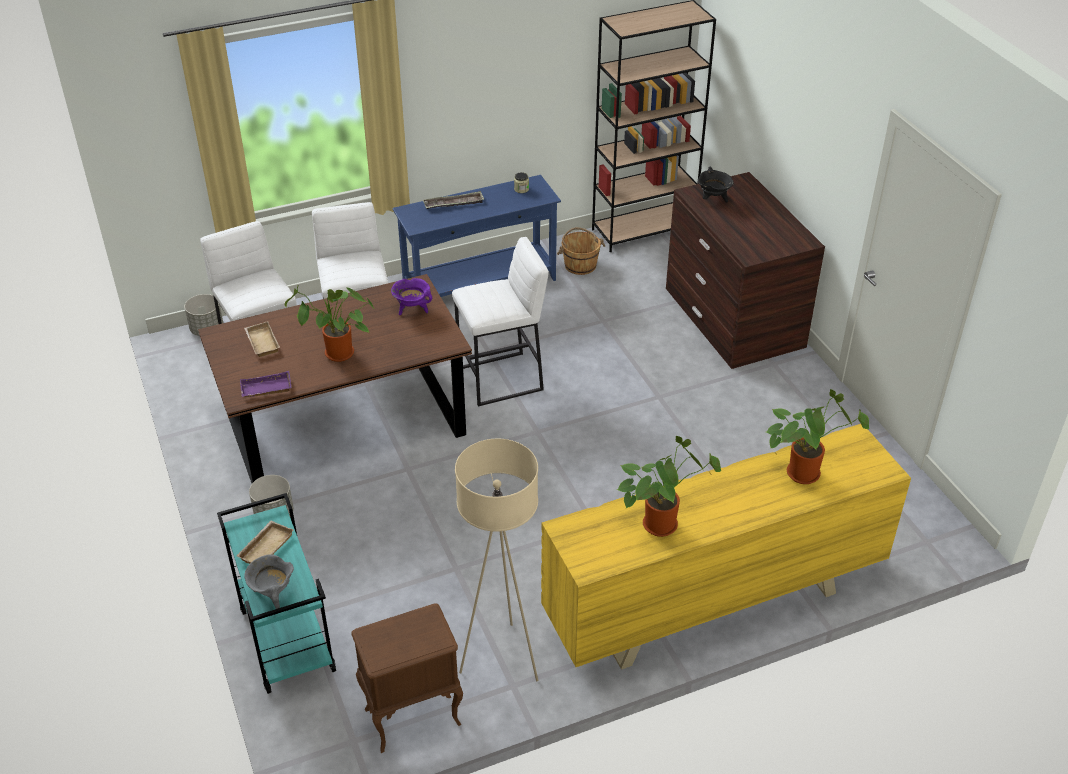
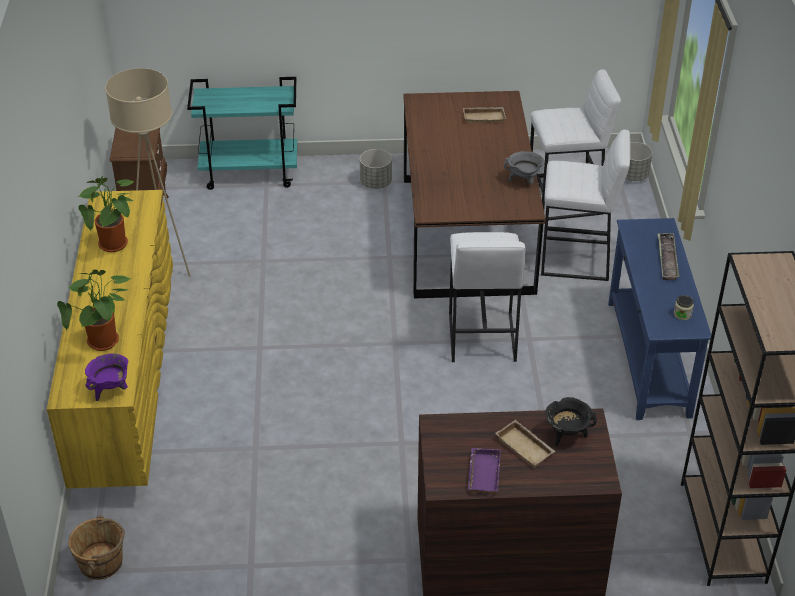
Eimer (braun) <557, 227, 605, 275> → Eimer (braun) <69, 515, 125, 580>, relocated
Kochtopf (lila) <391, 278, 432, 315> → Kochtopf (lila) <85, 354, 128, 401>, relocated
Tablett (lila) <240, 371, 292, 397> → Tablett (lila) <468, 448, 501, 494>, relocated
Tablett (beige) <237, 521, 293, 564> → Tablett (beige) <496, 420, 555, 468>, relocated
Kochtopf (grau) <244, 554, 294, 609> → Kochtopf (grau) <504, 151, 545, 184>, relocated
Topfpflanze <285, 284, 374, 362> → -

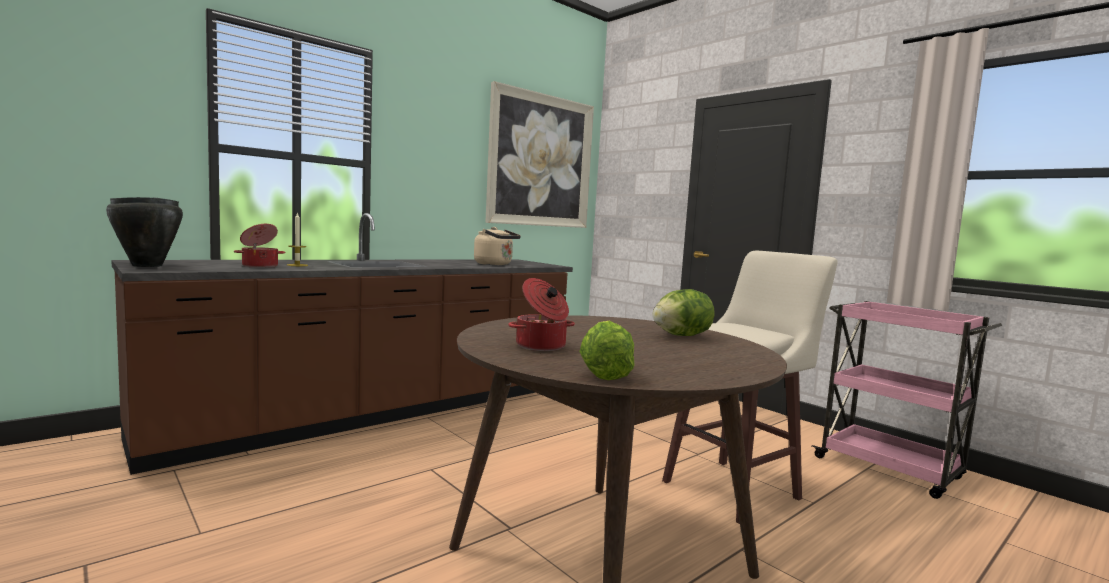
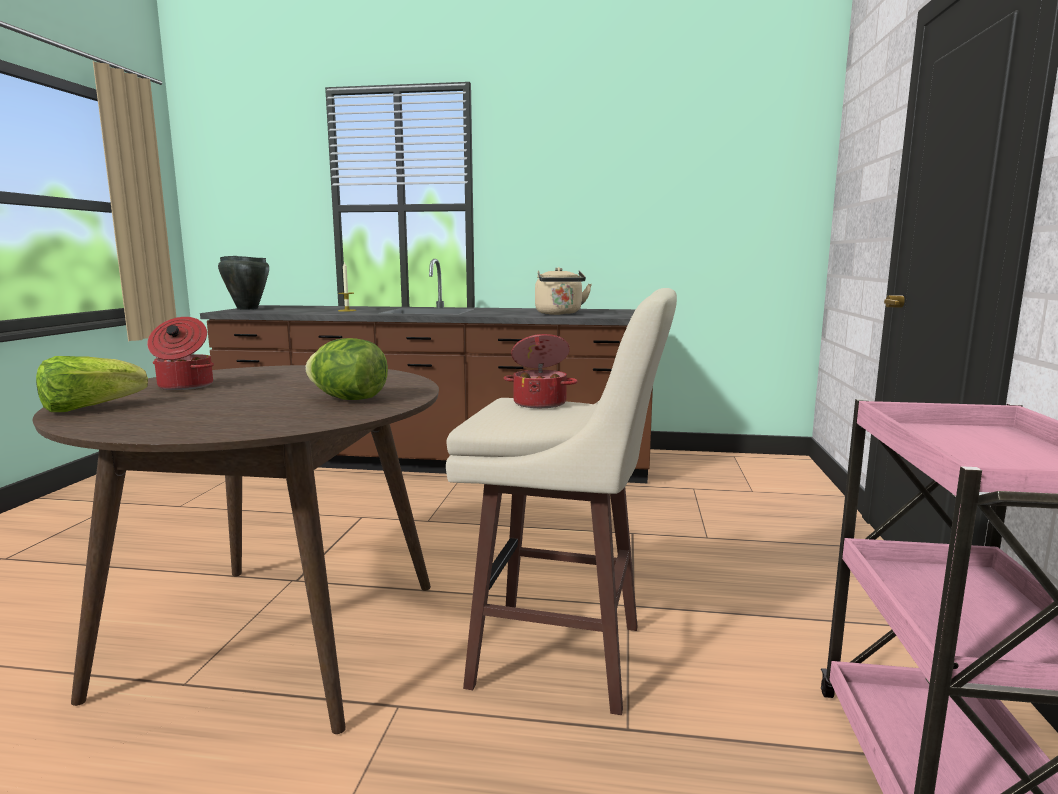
Kochtopf <234, 224, 285, 268> → Kochtopf <504, 334, 578, 408>, relocated
Bild <485, 81, 594, 228> → -

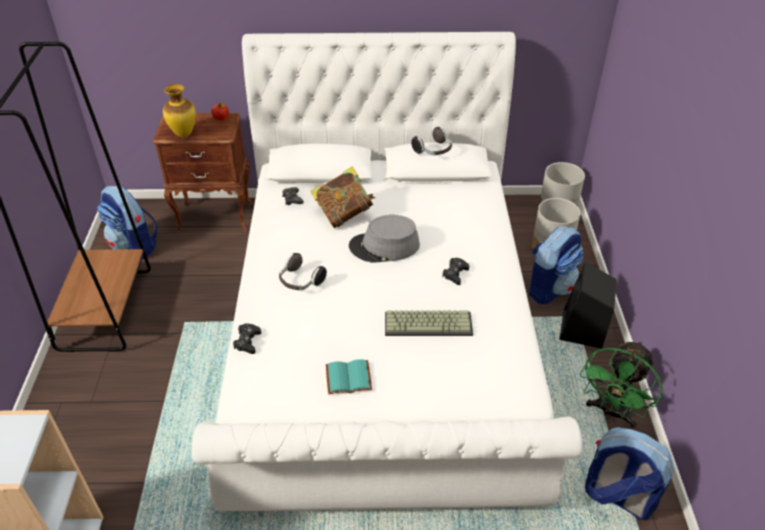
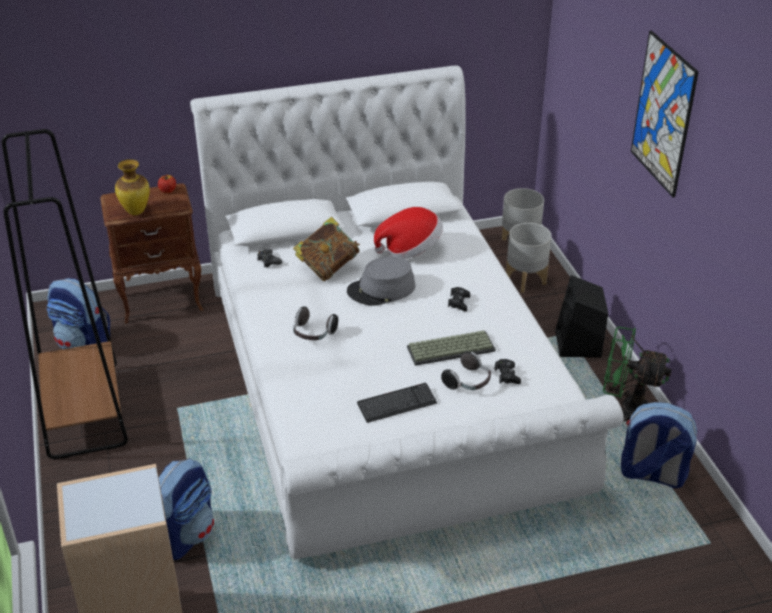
Rucksack <529, 226, 584, 304> → Rucksack <159, 458, 214, 560>, relocated
Buch (türkis) <326, 359, 372, 394> → Tastatur <357, 383, 437, 423>
- → Hut <374, 207, 443, 259>
Kopfhörer <411, 127, 452, 155> → Kopfhörer <441, 351, 491, 390>, relocated
Gamepad (schwarz) <233, 323, 261, 354> → Gamepad (schwarz) <495, 359, 521, 384>, relocated
Ventilator (grün) <580, 341, 663, 428> → Ventilator (grün) <603, 326, 672, 422>, 90 degrees clockwise
- → Bild <631, 31, 699, 198>

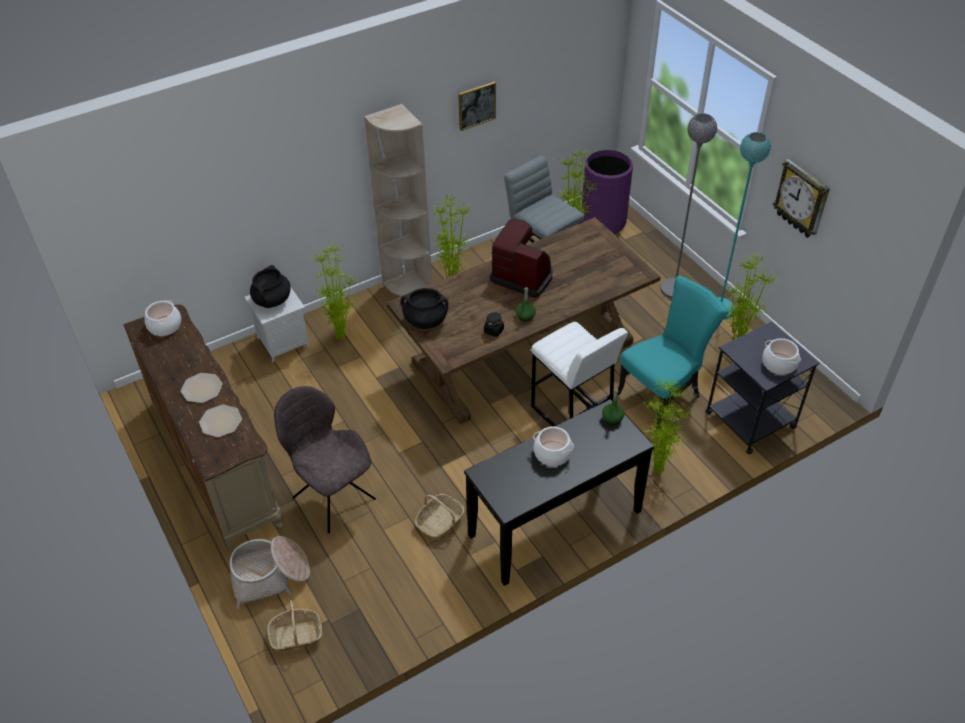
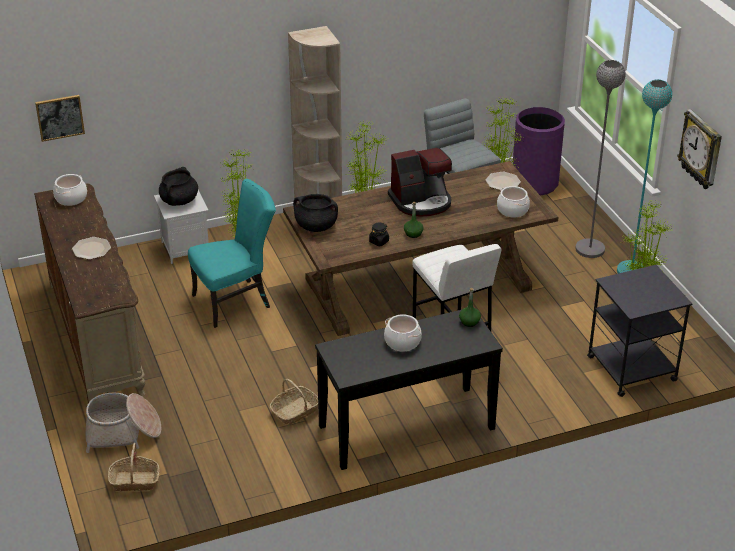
Bild <458, 81, 496, 131> → Bild <35, 95, 85, 142>, relocated
Stuhl (türkis) <617, 276, 729, 429> → Stuhl (türkis) <188, 179, 276, 328>, relocated
Kaffeemaschine <490, 219, 553, 298> → Kaffeemaschine <388, 147, 452, 217>, 120 degrees clockwise
Teller <199, 405, 242, 437> → Teller <485, 172, 521, 190>, relocated
Kochtopf <762, 338, 801, 375> → Kochtopf <497, 186, 530, 218>, relocated
Stuhl (grau) <274, 386, 376, 533> → -
Topfpflanze <642, 378, 690, 474> → -

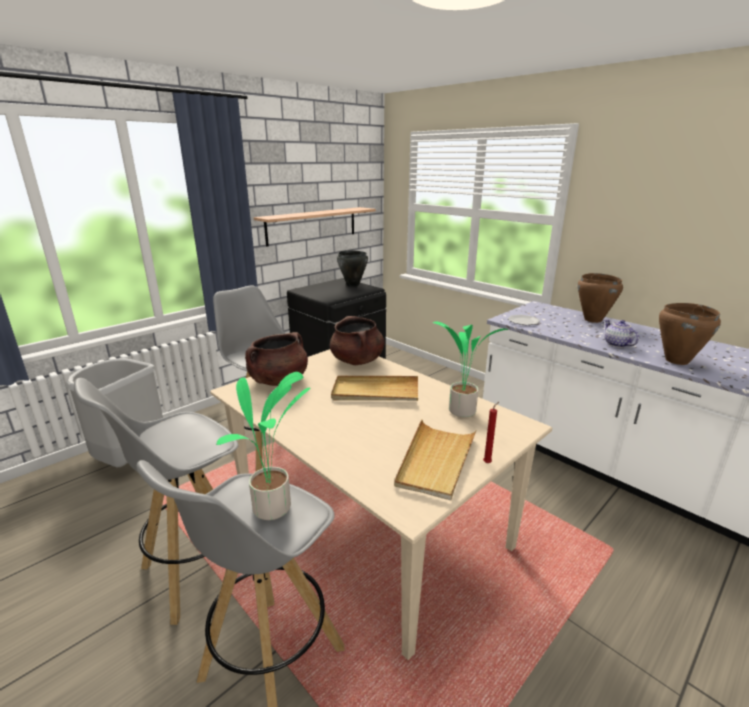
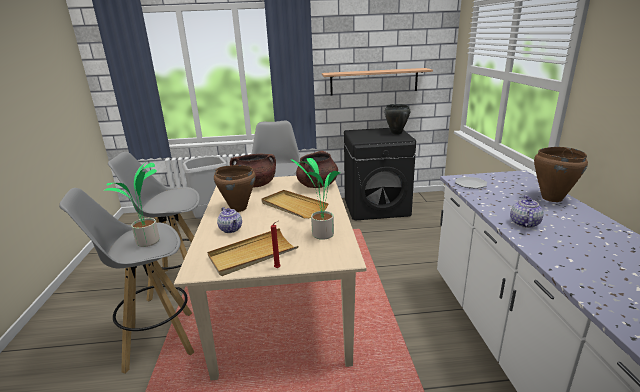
Kochtopf (braun) <659, 303, 721, 365> → Kochtopf (braun) <214, 165, 256, 212>, relocated
- → Teekanne <217, 207, 242, 233>

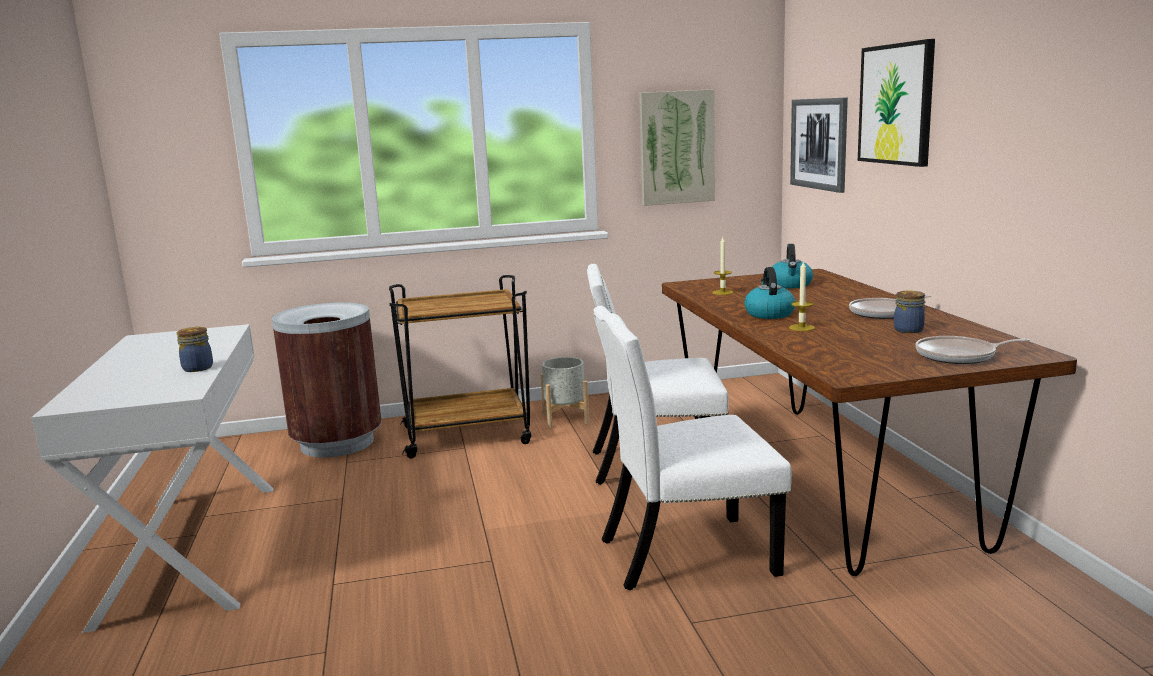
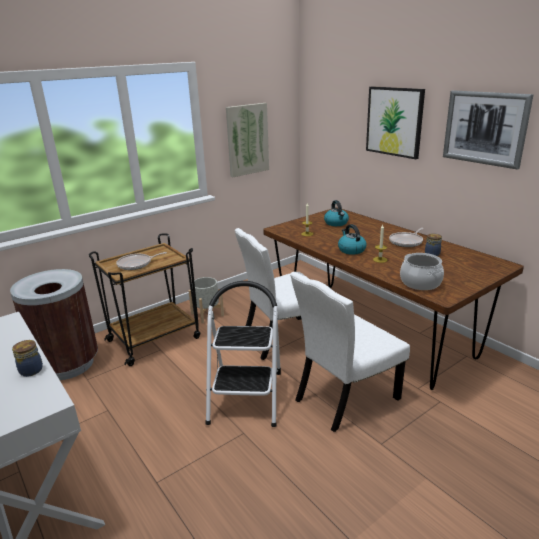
Pfanne <915, 336, 1030, 364> → Pfanne <116, 252, 167, 270>, relocated
- → Trittleiter <206, 281, 281, 427>
- → Kochtopf <400, 253, 444, 290>
Bild <790, 98, 848, 193> → Bild <443, 90, 534, 170>, relocated

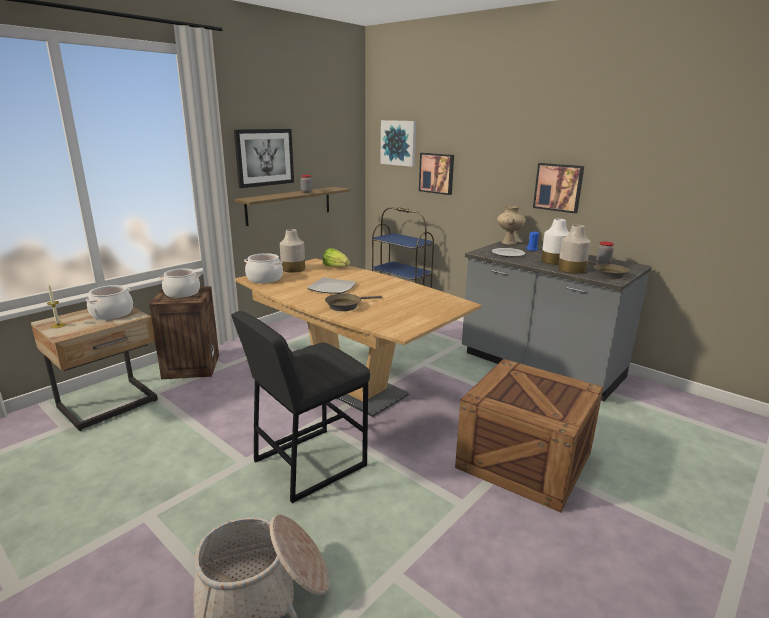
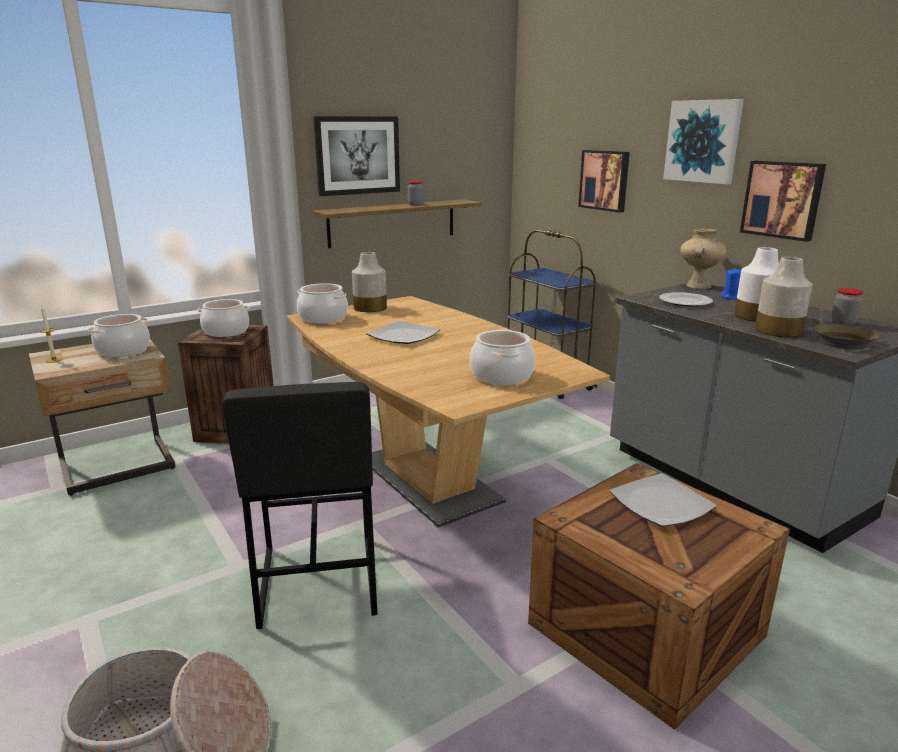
Stuhl (schwarz) <231, 311, 370, 503> → Stuhl (schwarz) <222, 382, 377, 629>, 75 degrees counterclockwise
- → Kochtopf <470, 330, 535, 385>
- → Teller <610, 473, 717, 527>
Bild <380, 120, 416, 167> → Bild <663, 99, 744, 184>, relocated
Salatkopf <323, 248, 350, 267> → -
Pfanne (braun) <325, 294, 382, 311> → -

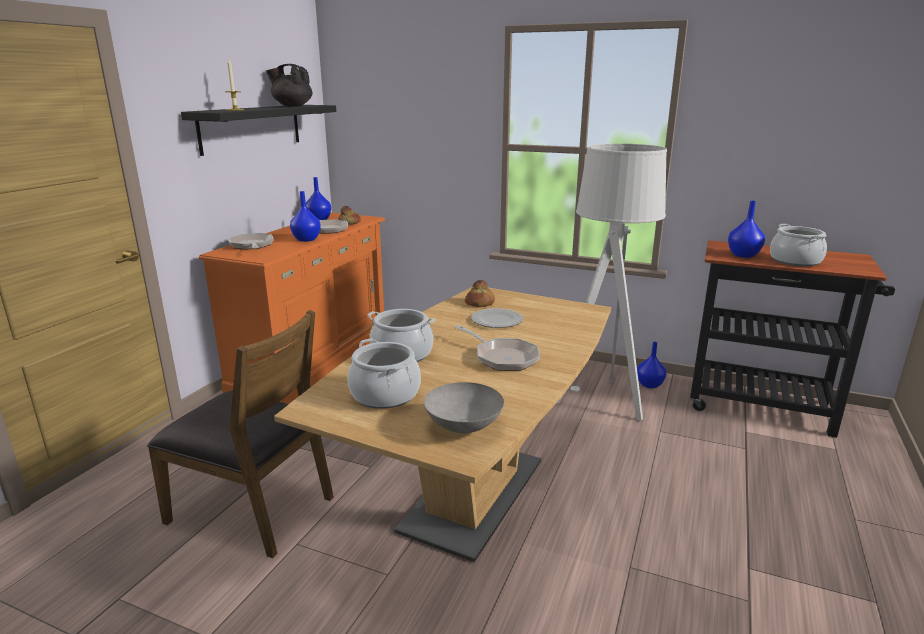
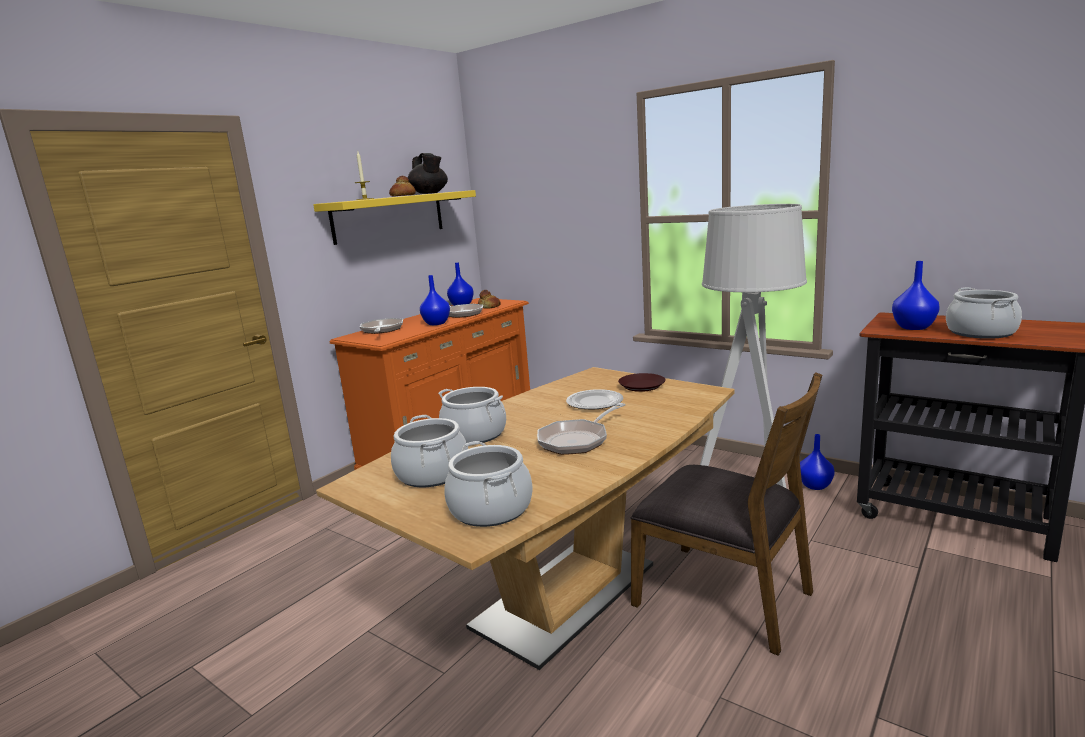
Wandregal (schwarz) <181, 105, 336, 156> → Wandregal (gelb) <313, 190, 476, 245>
Brot <465, 280, 495, 307> → Brot <389, 176, 416, 197>, relocated
Teekanne (schwarz) <266, 64, 312, 107> → Teekanne (schwarz) <408, 153, 448, 194>, 150 degrees counterclockwise
Schüssel (grau) <424, 382, 504, 434> → Kochtopf <444, 441, 533, 527>
Pfanne <454, 325, 540, 371> → Pfanne <537, 403, 626, 455>, 75 degrees clockwise
- → Teller (braun) <618, 373, 666, 392>
Stuhl (braun) <147, 310, 334, 558> → Stuhl (braun) <630, 372, 822, 656>, relocated

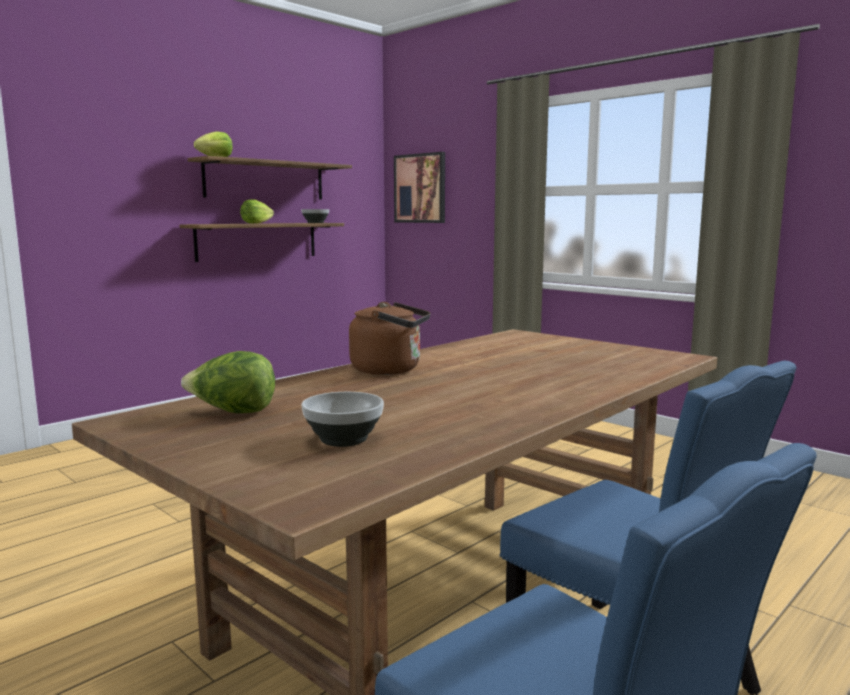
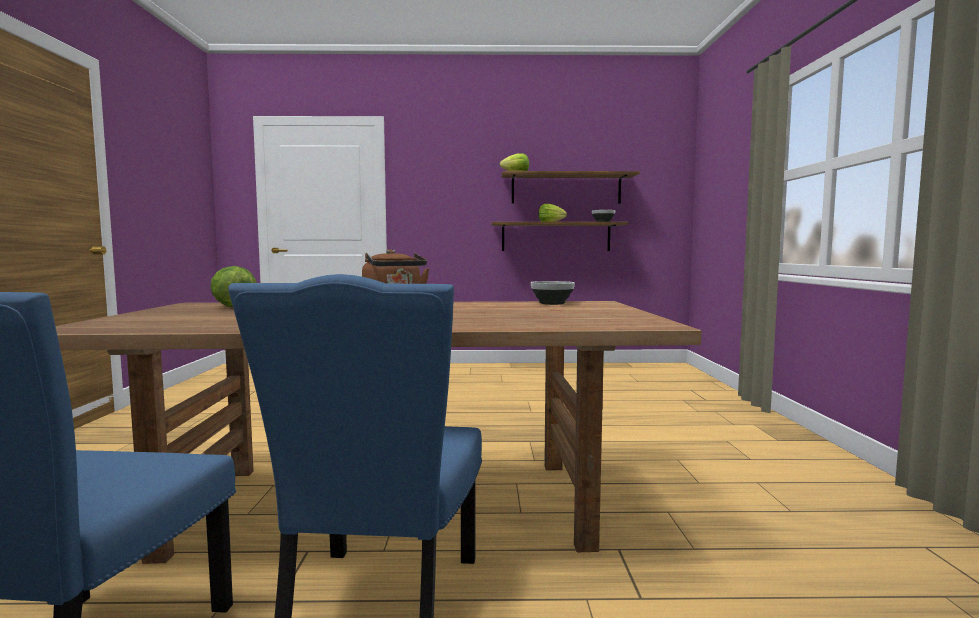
Schüssel <302, 392, 384, 447> → Schüssel <531, 281, 575, 305>, relocated
Bild <394, 152, 445, 223> → -

